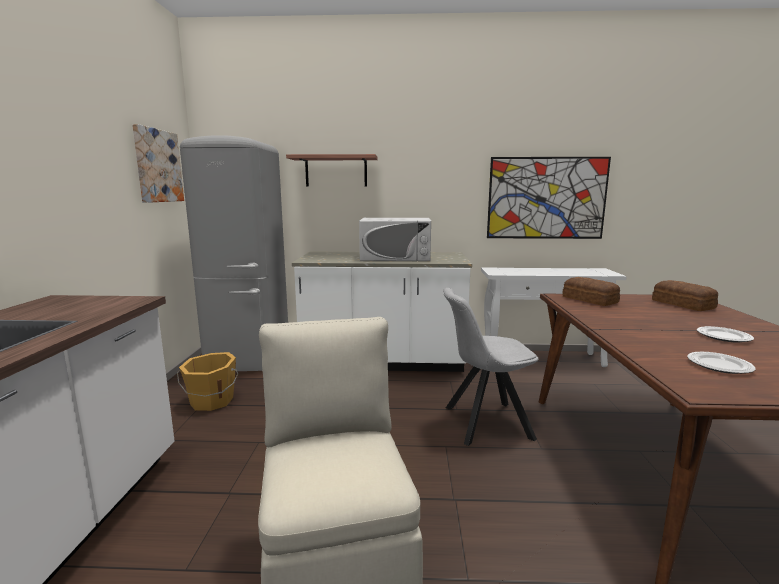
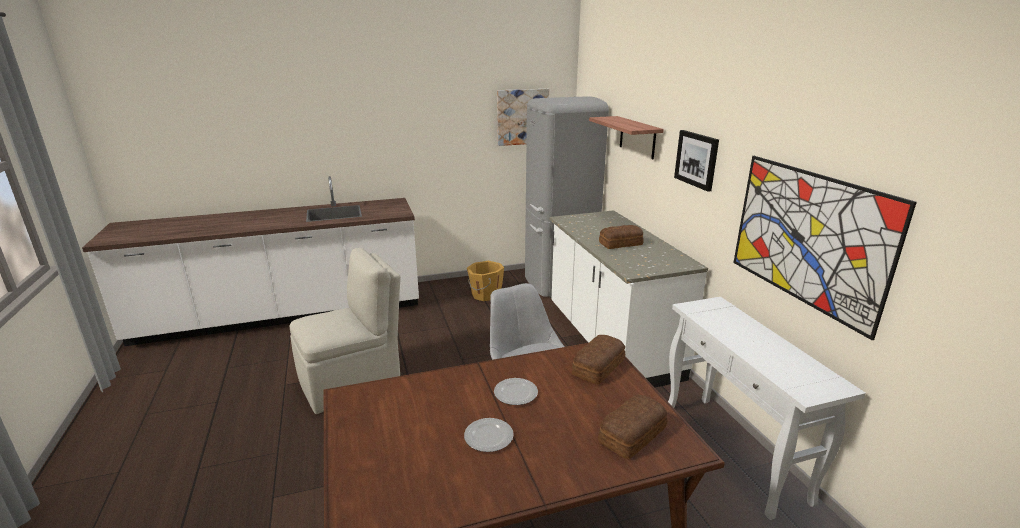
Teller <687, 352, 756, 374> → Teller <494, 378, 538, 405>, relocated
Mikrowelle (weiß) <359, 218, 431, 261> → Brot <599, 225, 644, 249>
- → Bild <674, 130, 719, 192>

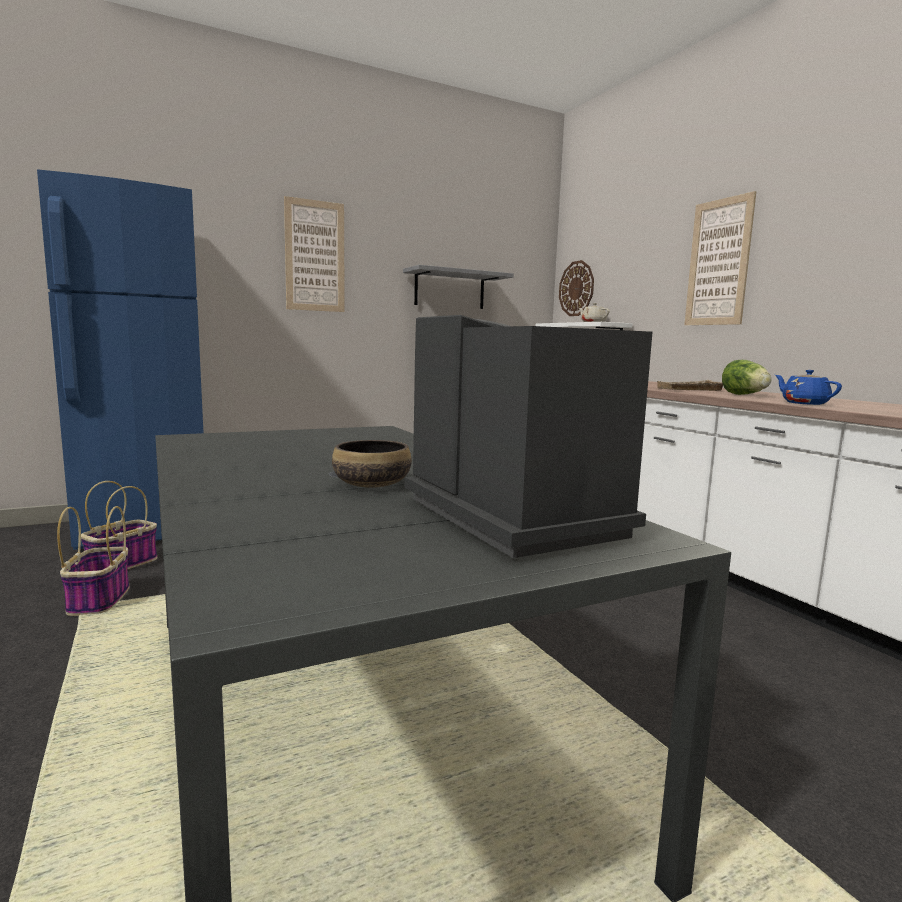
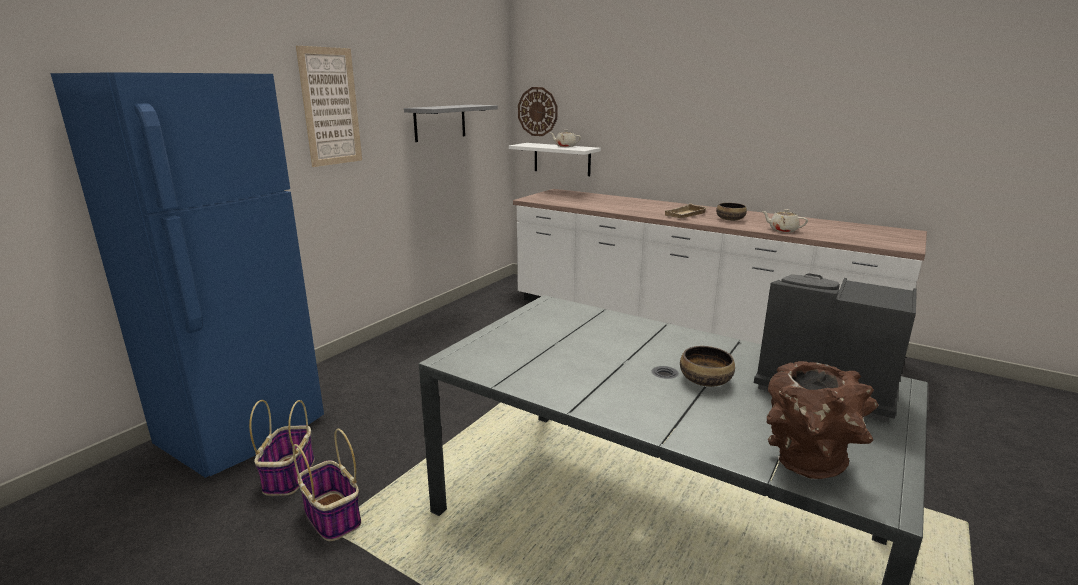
Salatkopf <722, 360, 772, 395> → Schüssel <716, 203, 747, 221>
Teekanne (blau) <775, 370, 842, 405> → Teekanne (beige) <762, 209, 808, 233>
- → Vase (braun) <767, 361, 879, 479>
Bild <684, 191, 756, 325> → -

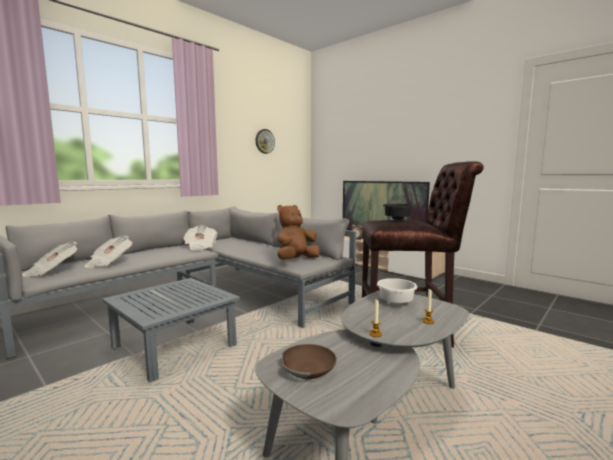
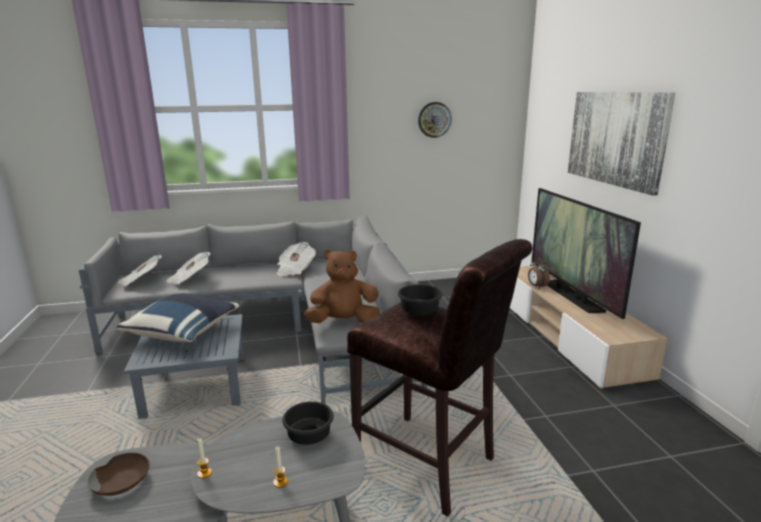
- → Kissen (blau) <117, 294, 240, 342>
Schüssel (weiß) <377, 278, 417, 304> → Schüssel (schwarz) <282, 401, 334, 445>
- → Bild <568, 92, 675, 196>

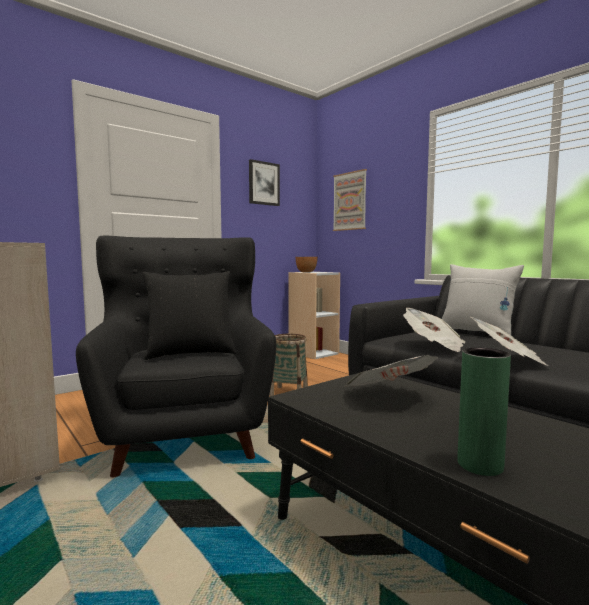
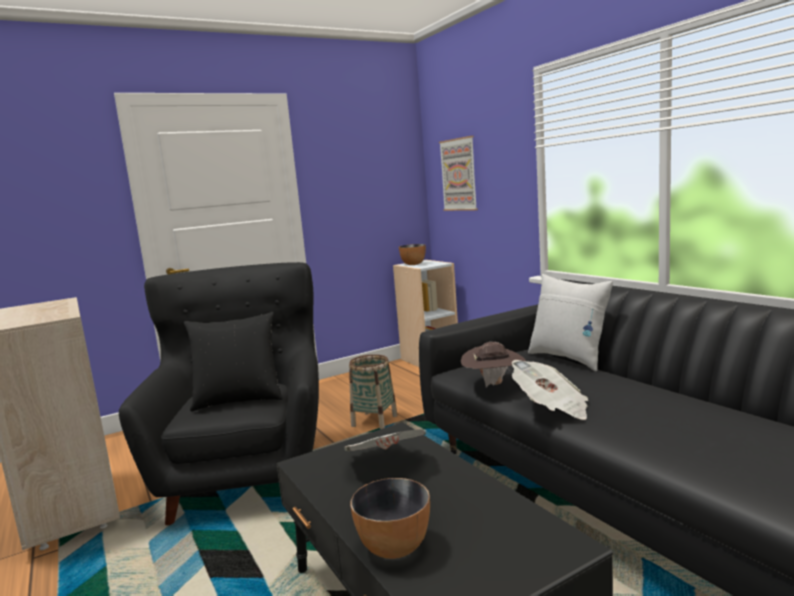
Vase (grün) <457, 347, 511, 476> → Schüssel <351, 478, 430, 559>
Zeitung <403, 308, 465, 352> → Hut (braun) <461, 342, 526, 388>
Bild <249, 159, 280, 206> → -

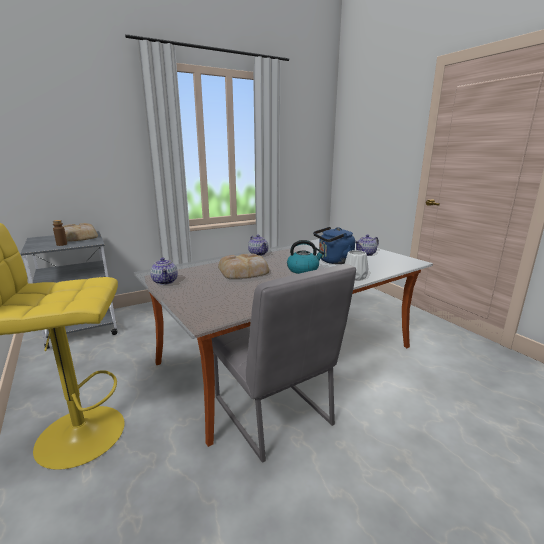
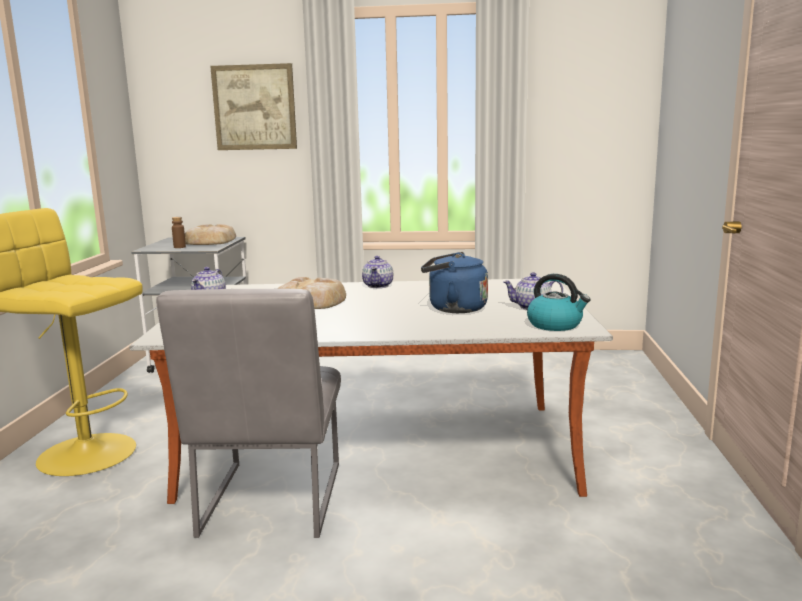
- → Bild <210, 63, 297, 150>
Wasserkessel <287, 240, 324, 274> → Wasserkessel <527, 274, 591, 331>, relocated
Vase (weiß) <345, 250, 368, 280> → -

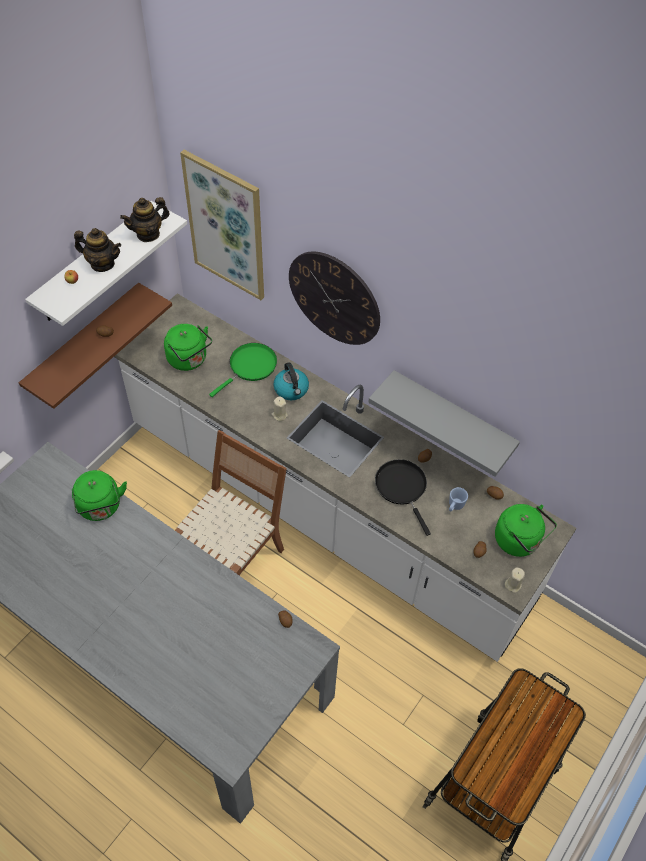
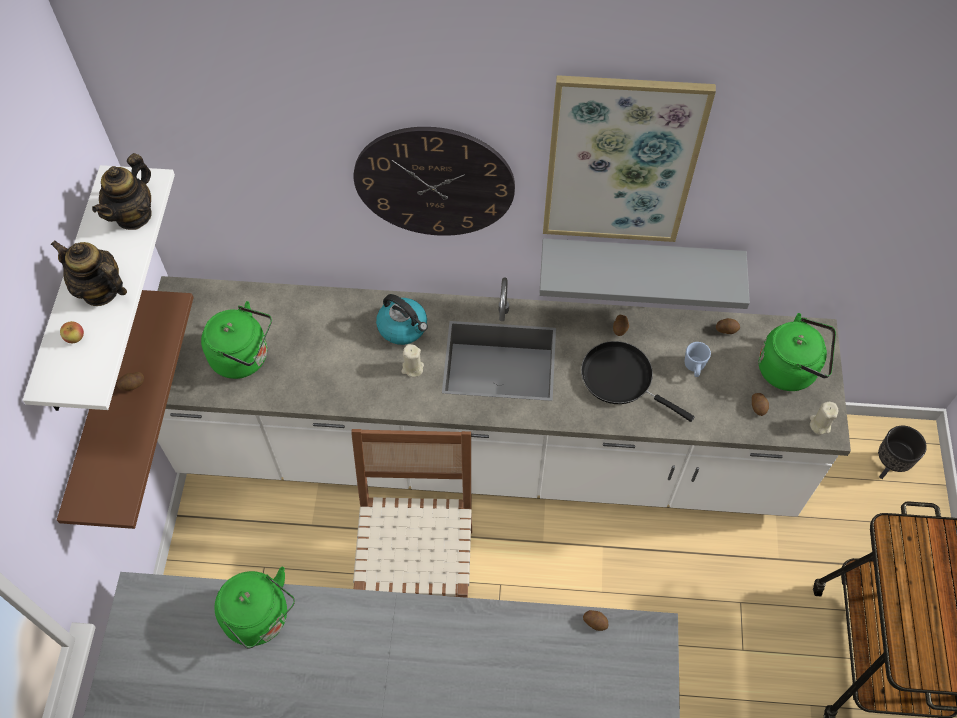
Teekanne <74, 228, 121, 272> → Teekanne <50, 240, 127, 306>, 135 degrees counterclockwise
Bild <180, 150, 264, 300> → Bild <543, 75, 716, 242>, relocated
- → Pflanzkübel (schwarz) <878, 426, 927, 479>
Pfanne (grün) <209, 343, 277, 397> → -

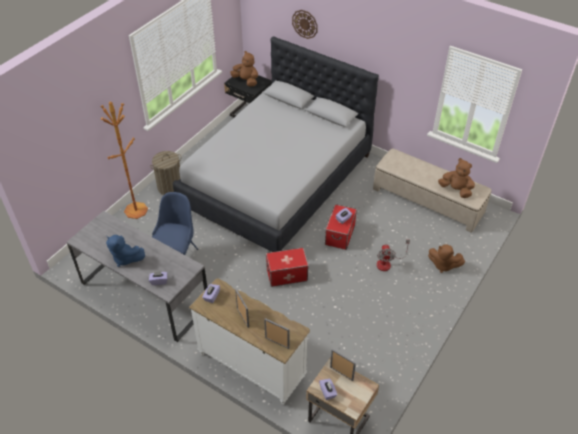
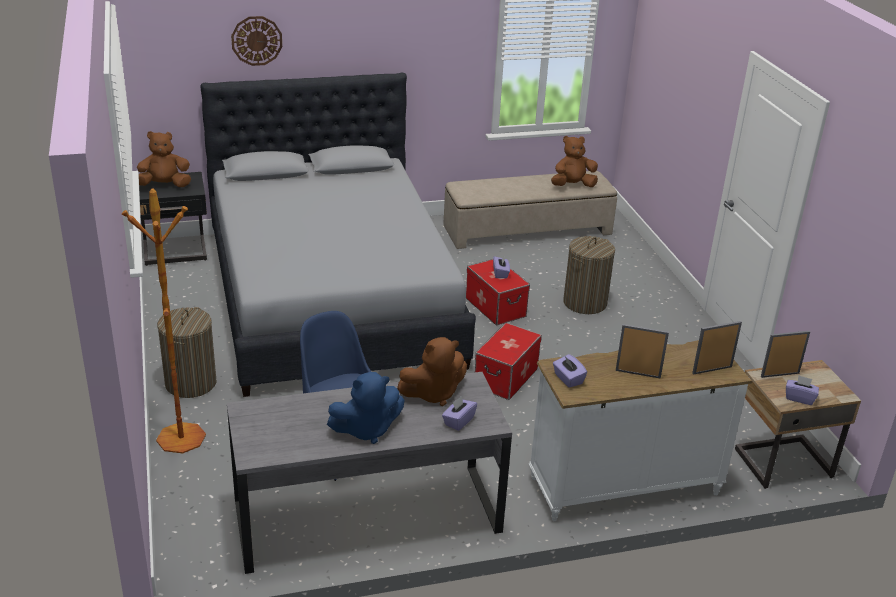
Plüschtier (braun) <428, 244, 465, 273> → Plüschtier (braun) <397, 337, 467, 406>, relocated
Ventilator <376, 240, 410, 271> → Wäschekorb <563, 236, 615, 314>

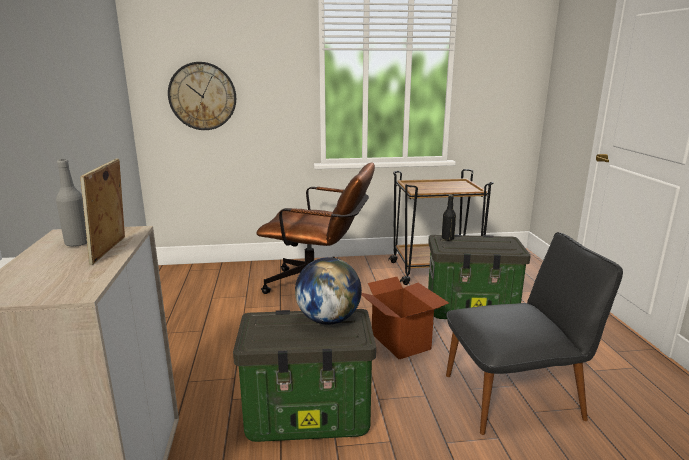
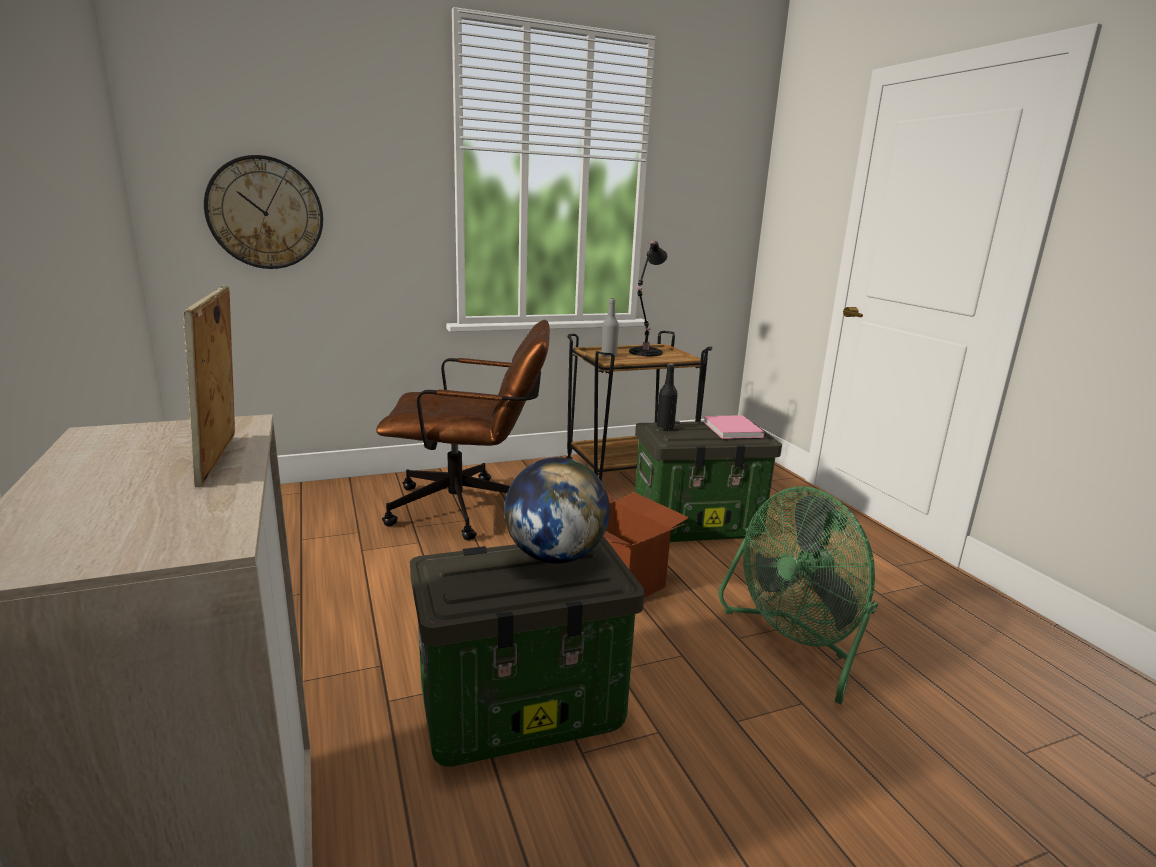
Flasche (grau) <56, 159, 87, 247> → Flasche (grau) <601, 298, 619, 357>, relocated
- → Tischlampe (schwarz) <629, 240, 667, 356>
- → Buch (rosa) <703, 415, 764, 439>
Stuhl (schwarz) <446, 232, 623, 435> → Ventilator (grün) <718, 486, 878, 704>

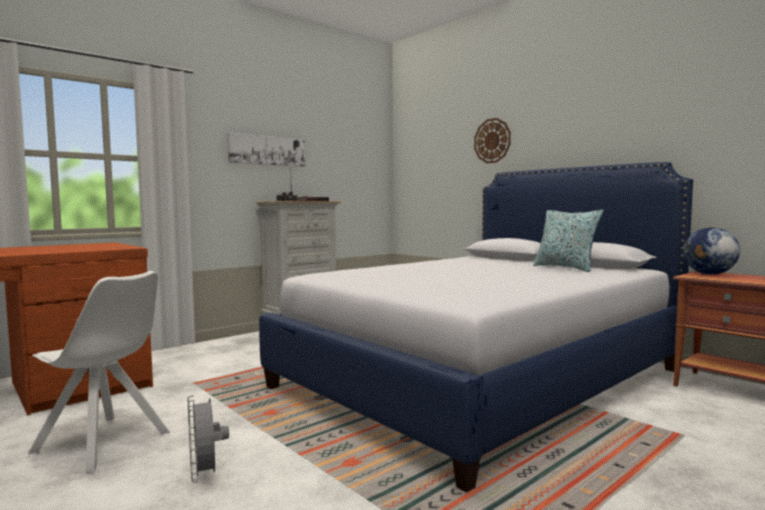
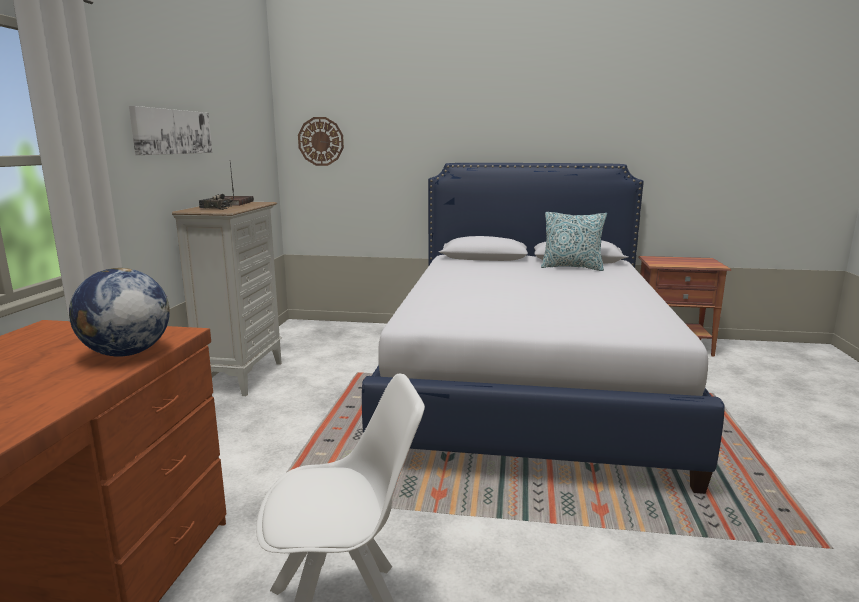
Globus <683, 227, 740, 275> → Globus <69, 268, 170, 357>, relocated
Wanduhr <474, 118, 511, 163> → Wanduhr <298, 117, 344, 166>, relocated
Ventilator (grau) <187, 395, 229, 483> → -

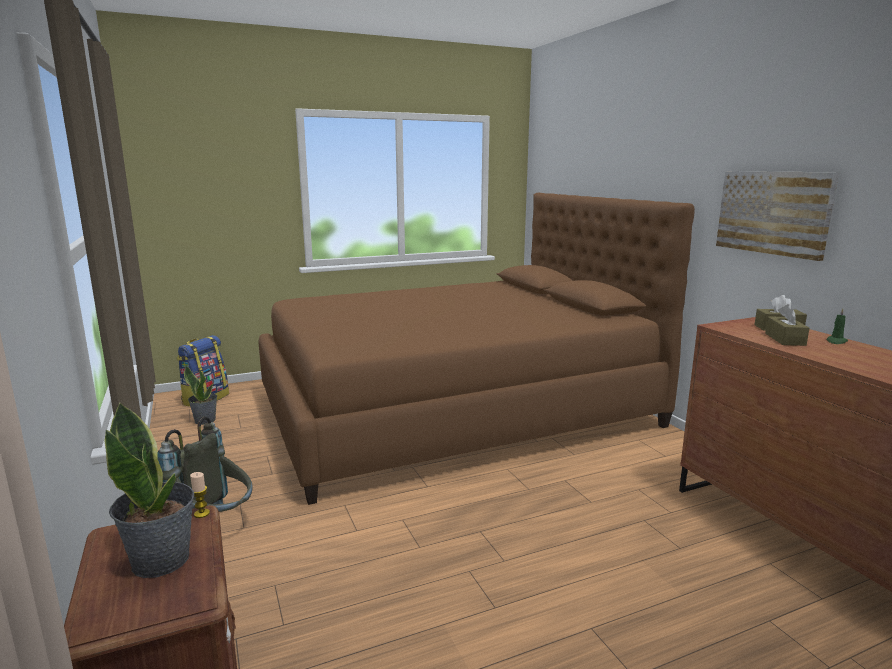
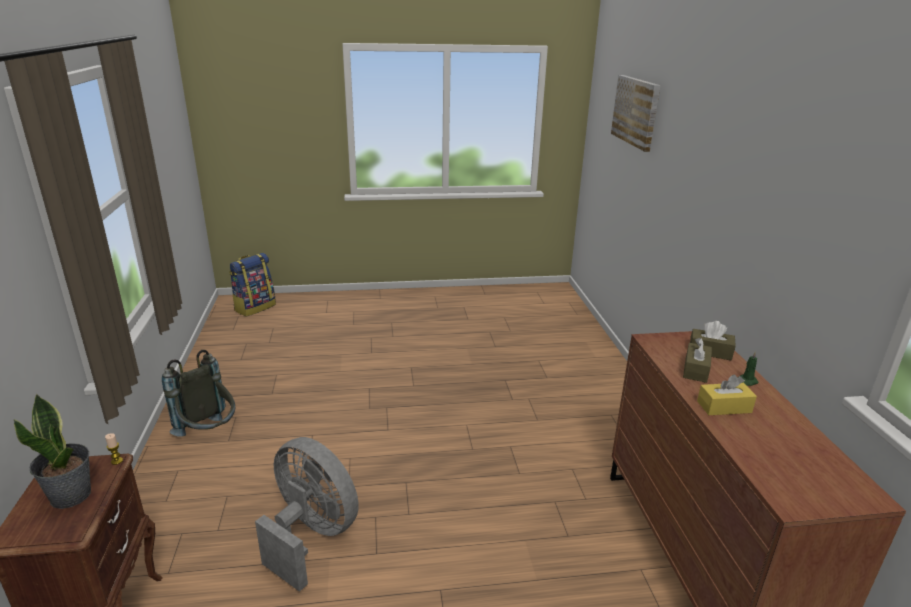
- → Ventilator (grau) <255, 437, 359, 592>
Bild <716, 171, 839, 261> → Bild <611, 75, 660, 152>, relocated
- → Taschentuchbox (gelb) <697, 375, 757, 415>
Topfpflanze <184, 366, 217, 425> → -
Bett (braun) <258, 193, 695, 505> → -

